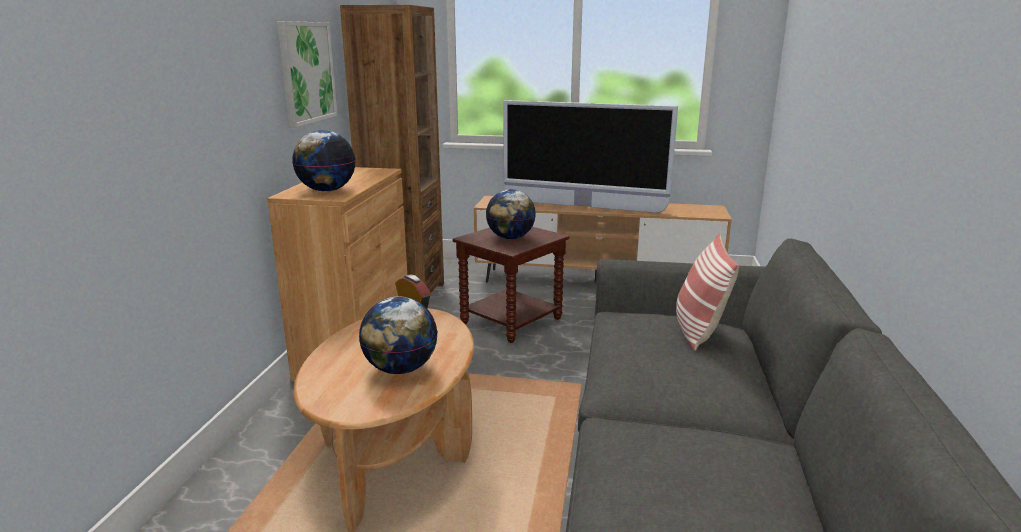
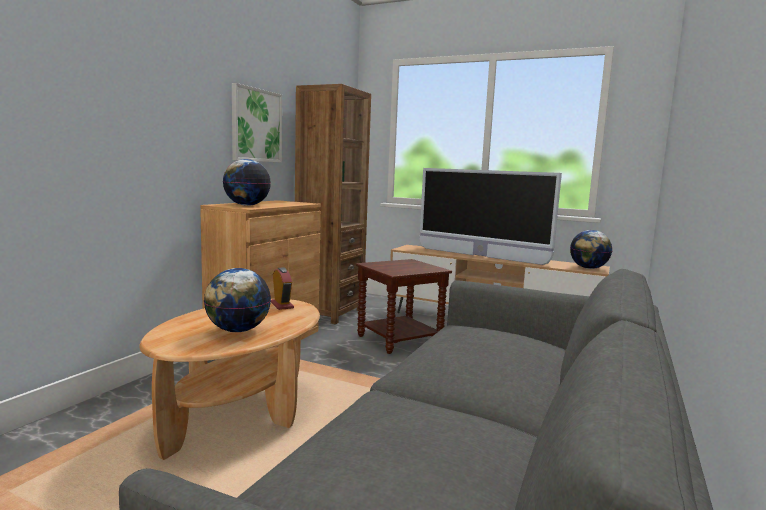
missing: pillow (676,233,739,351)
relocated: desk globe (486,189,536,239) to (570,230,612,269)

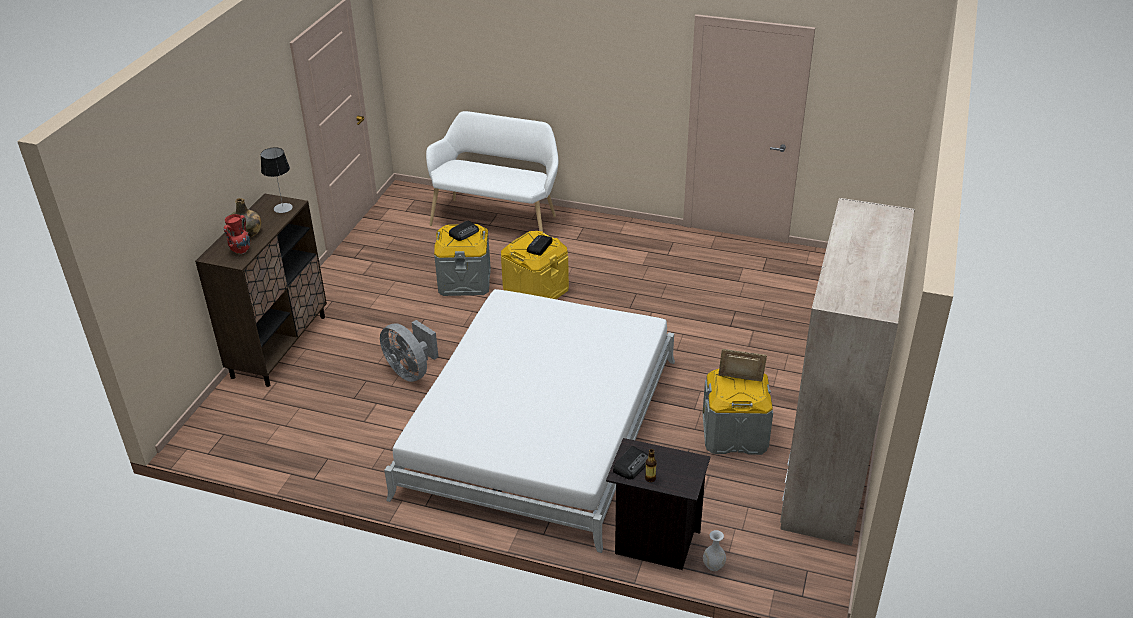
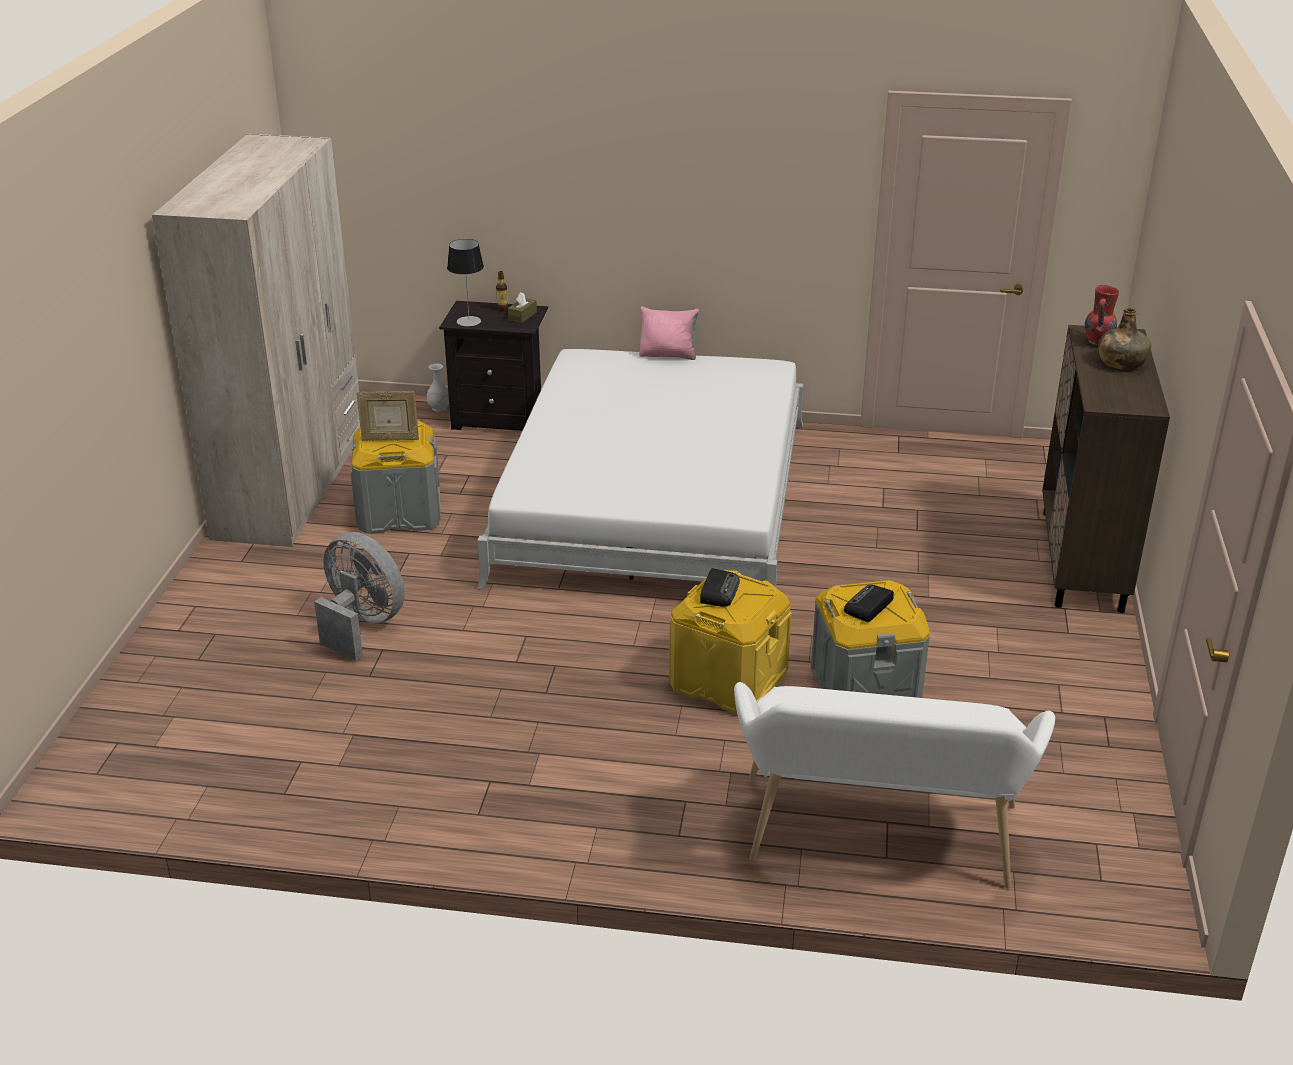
appeared: pillow (pink) (639,307,699,360)
relocated: table lamp (261,147,293,213) to (447,239,484,326); cooling fan (grey) (380,320,438,382) to (314,532,405,661)
exchanged: radio (613,446,648,480) to tissue box (brown) (508,292,537,323)

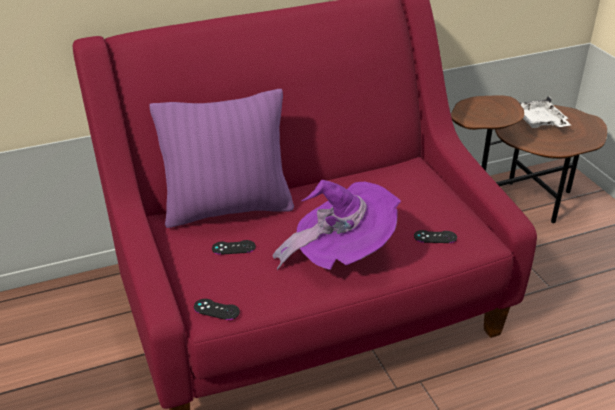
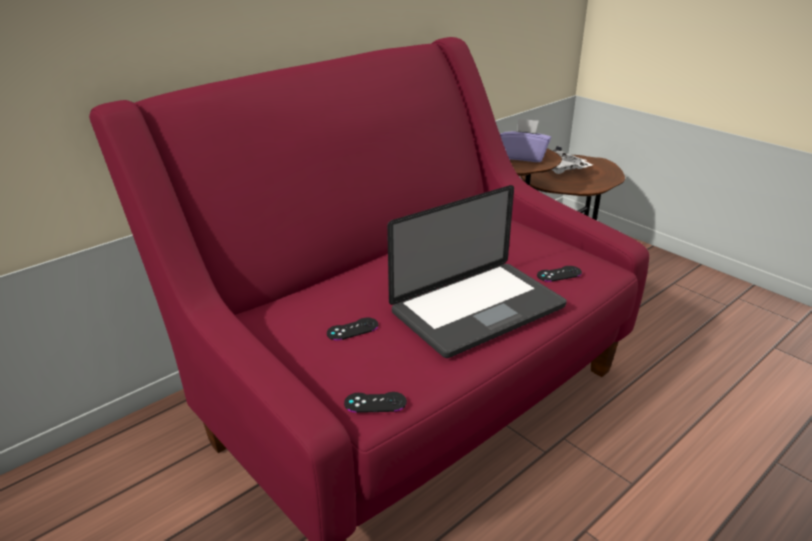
missing: pillow (purplish) (150,89,294,228)
appeared: tissue box (purplish) (500,118,551,162)
exchanged: clothing hat (purplish) (273,180,401,270) to portable computer (387,185,567,358)

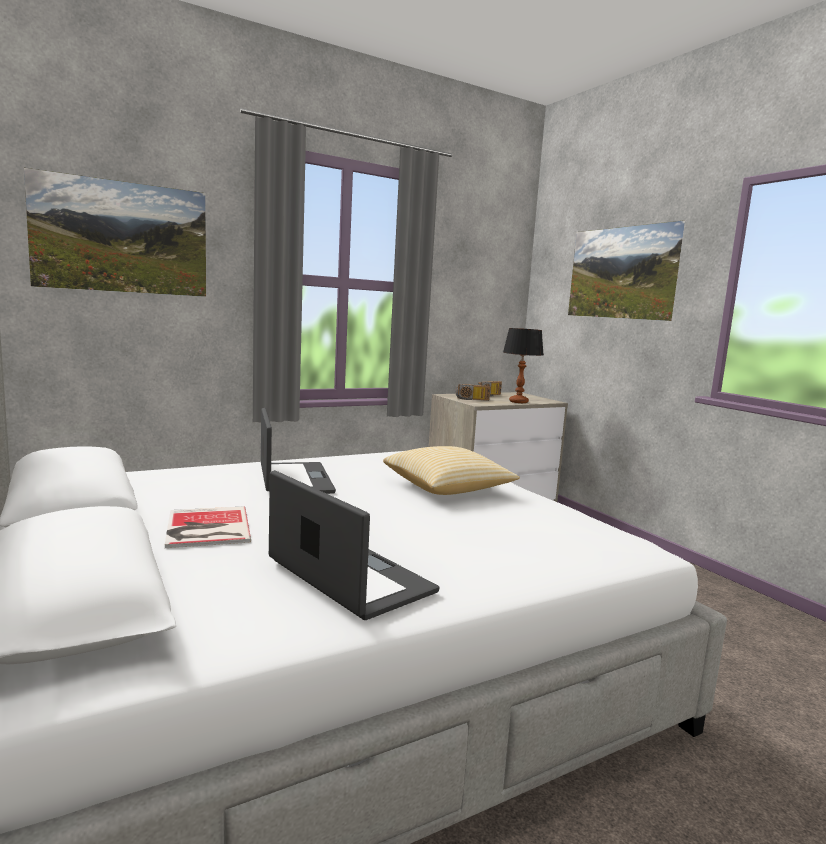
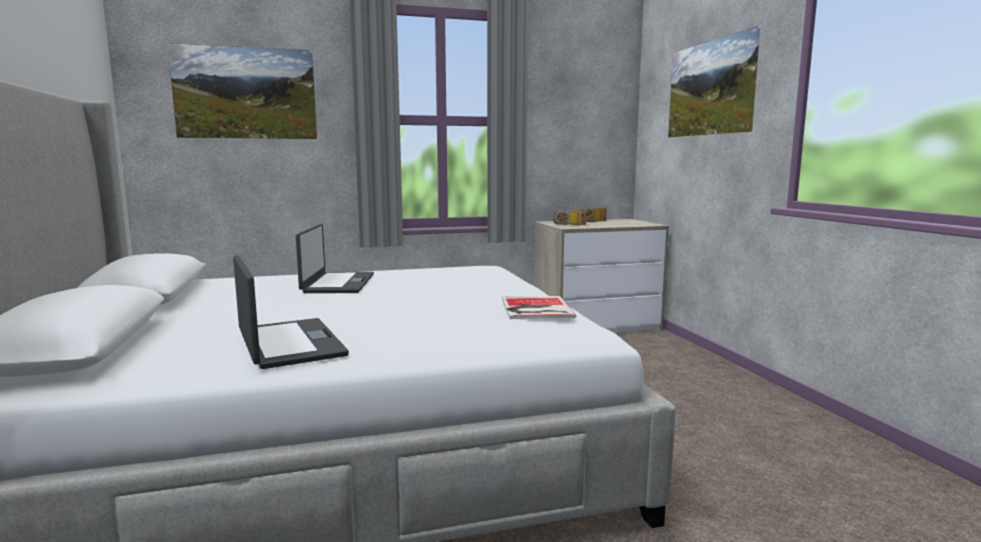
missing: pillow (383,446,520,495); table lamp (503,328,543,403)
relocated: volume (165,506,251,548) to (502,296,576,319)

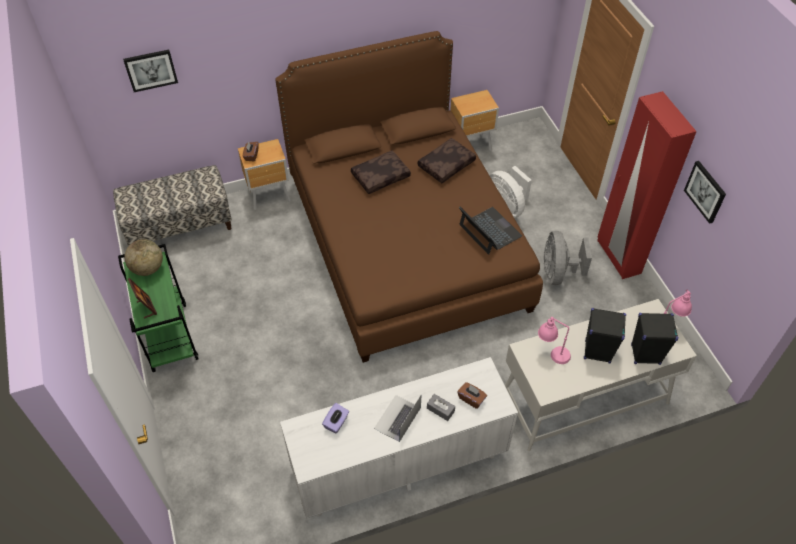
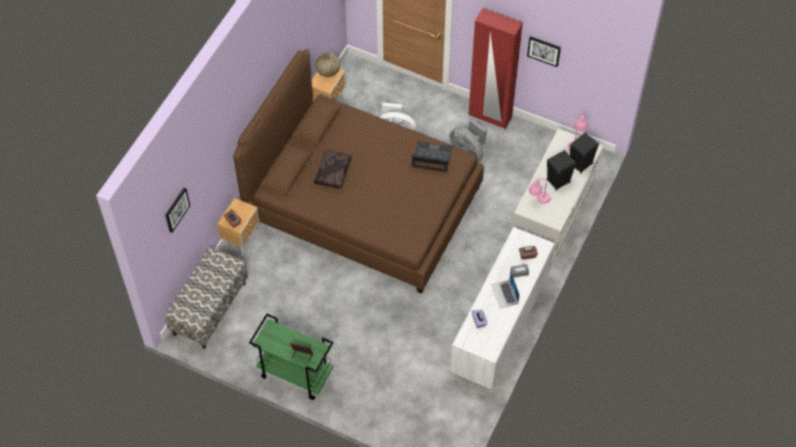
missing: pillow (brown) (418,138,476,183)
relocated: desk globe (124,239,163,276) to (315,52,340,77)

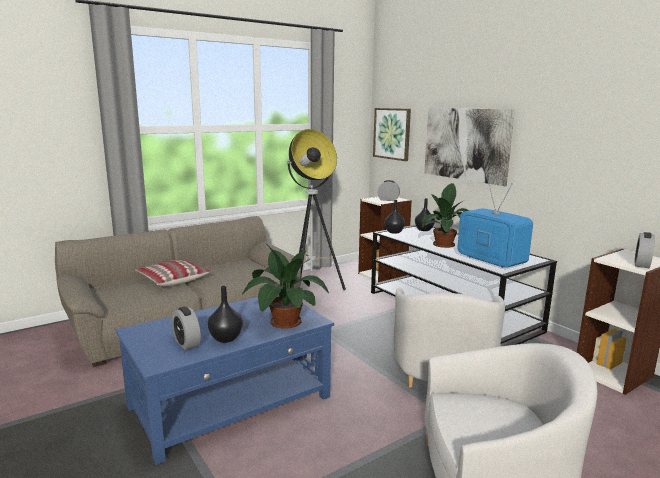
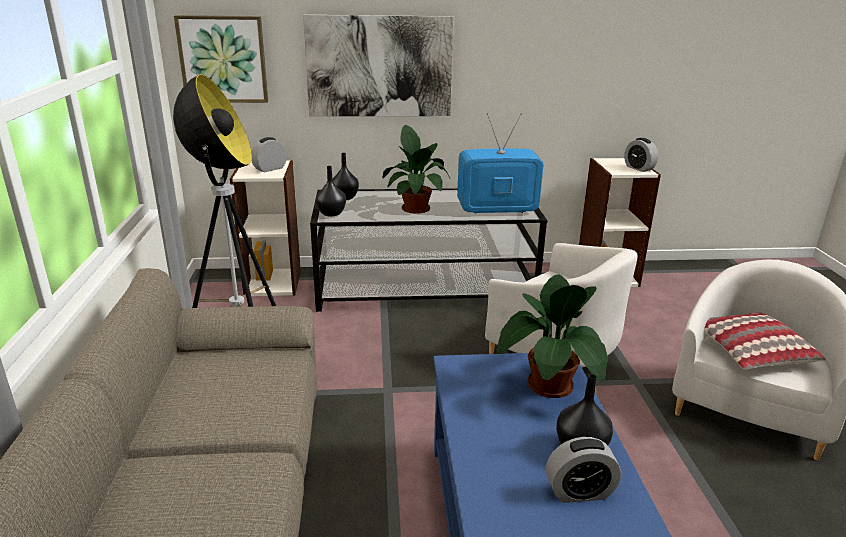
relocated: pillow (136,259,210,286) to (704,312,826,370)

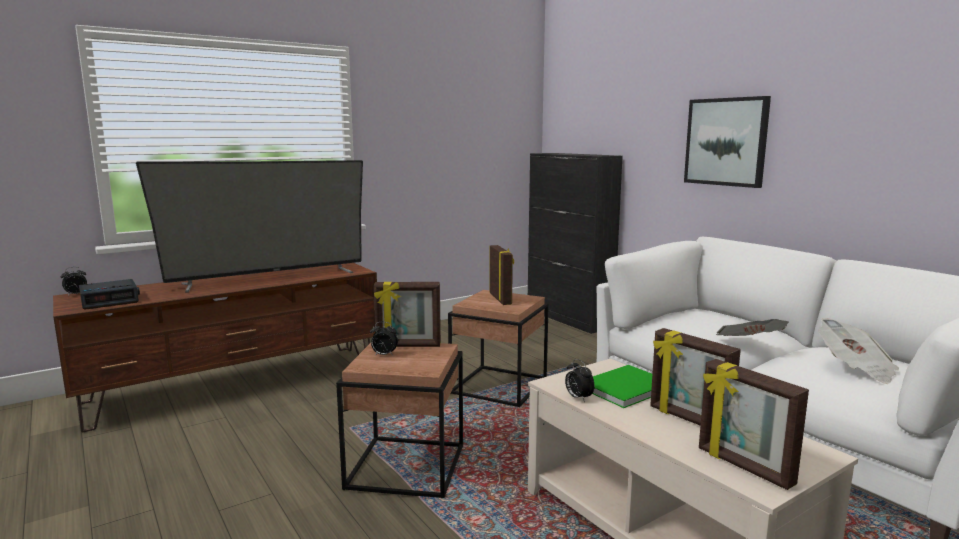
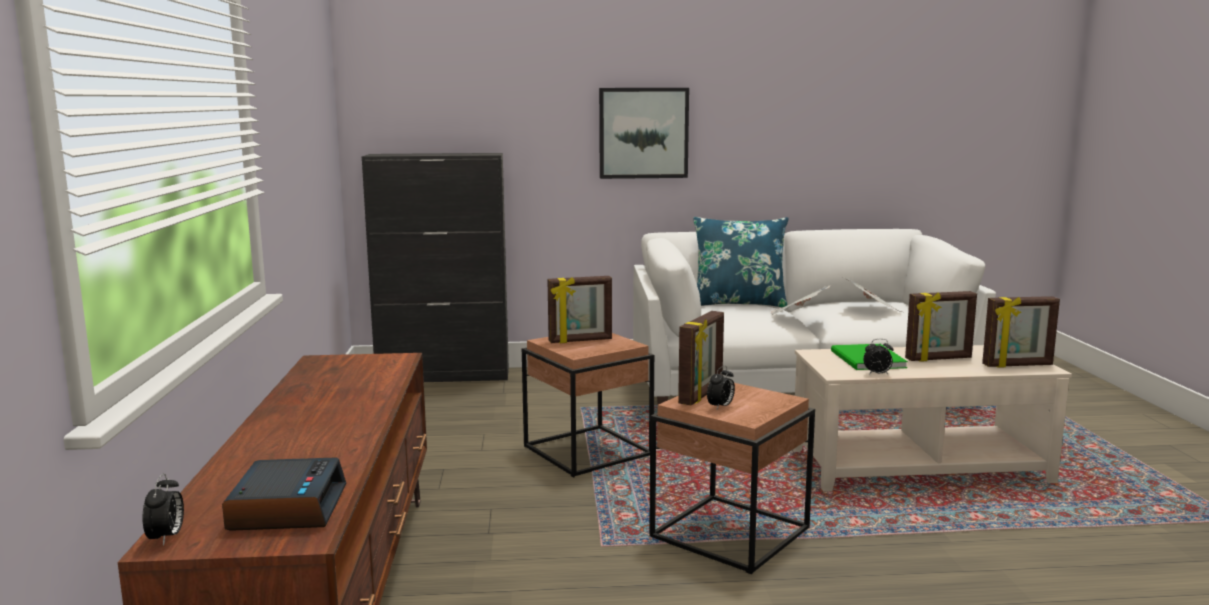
missing: TV set (136,160,363,293)
appeared: pillow (bluish) (693,217,789,308)
spun: photo frame (489,245,514,305) = (547,276,612,343) 150 degrees clockwise

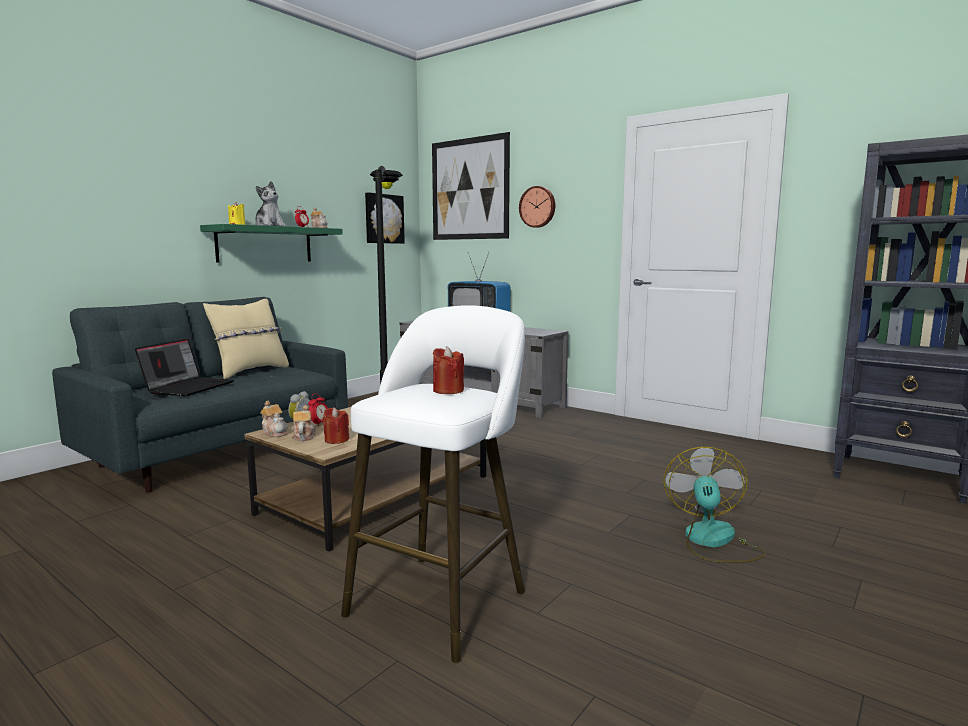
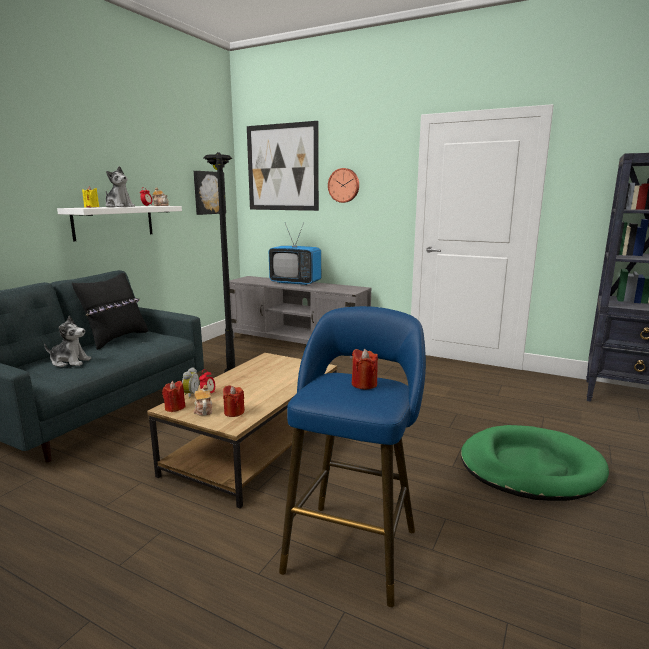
exchanged: portable computer (135,339,234,396) to soft toy (44,316,91,367); tea pot (260,401,288,437) to wax light (red-coloured) (162,381,186,412); cooling fan (664,447,767,563) to dog cushion (green-coloured) (461,425,609,501)
colour: shelf (green-coloured) (200,224,343,263) to shelf (whitish) (57,206,182,241); pillow (beige) (203,299,289,379) to pillow (blackish) (72,273,148,350); stool (whitish) (341,305,525,663) to stool (bluish) (279,306,426,607)

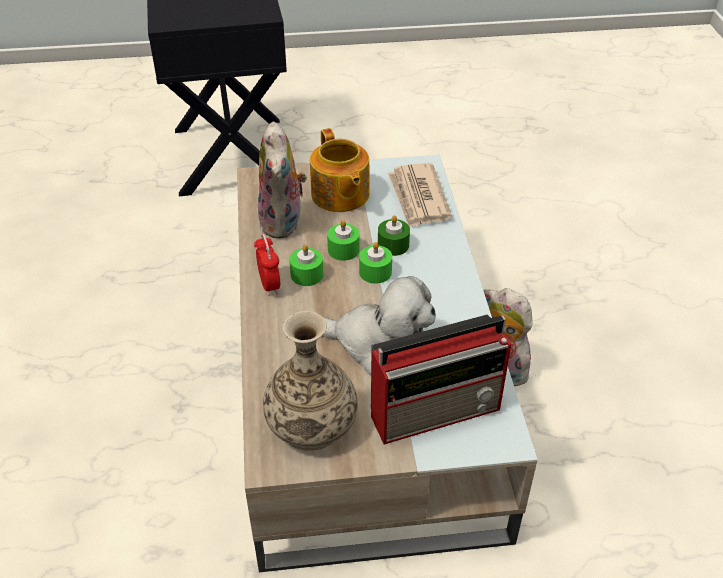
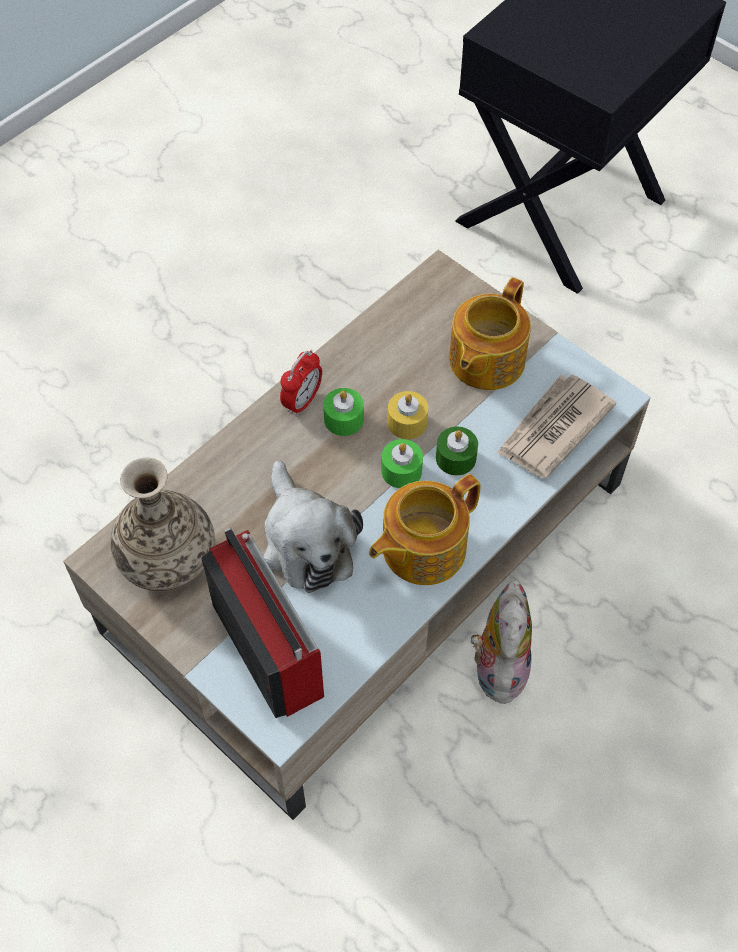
missing: soft toy (258,121,307,238)
appeared: tea pot (369,474,481,585)
colour: wax light (green-coloured) (327,220,360,261) to wax light (yellowish) (388,391,428,439)
spun: radio (371,314,511,444) = (201,528,324,718) 150 degrees counterclockwise

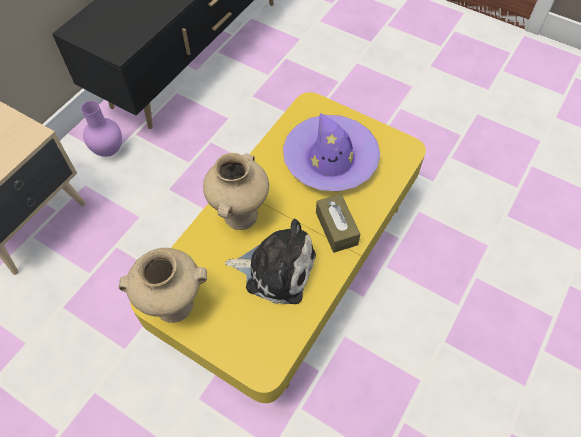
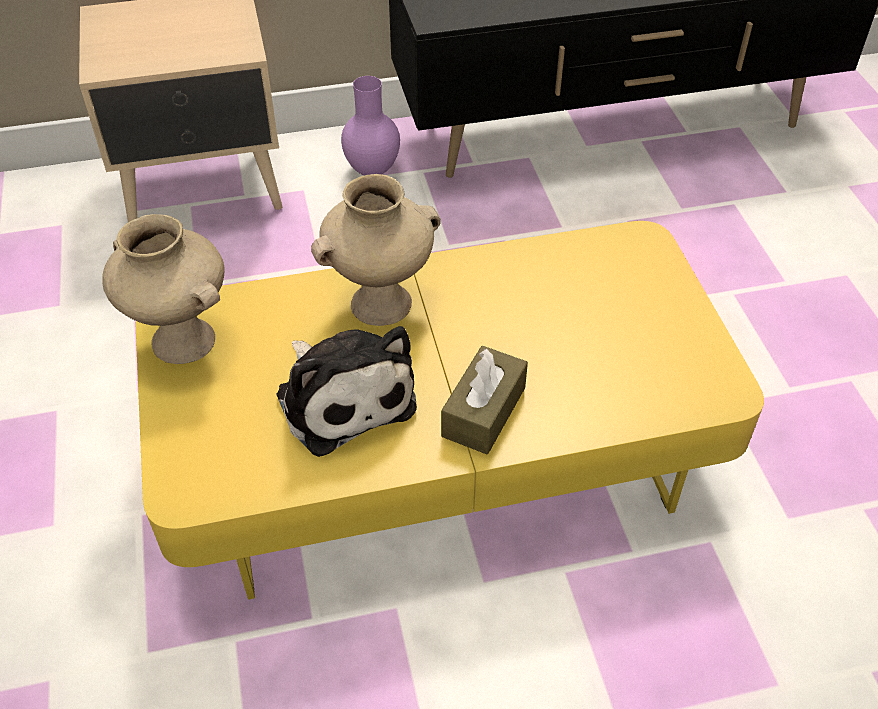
missing: clothing hat (purplish) (283,113,380,191)

